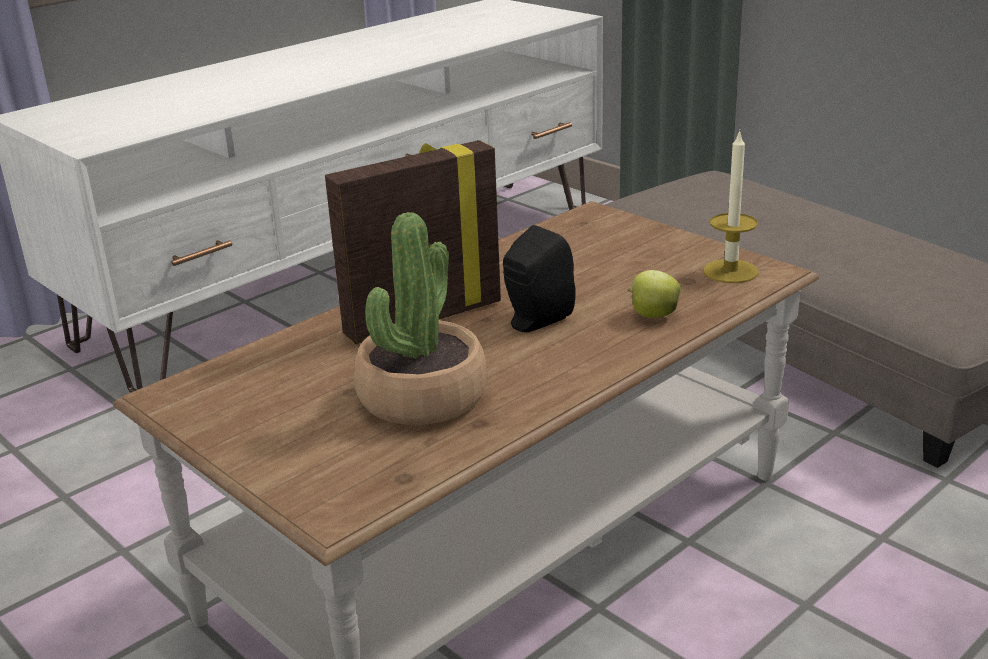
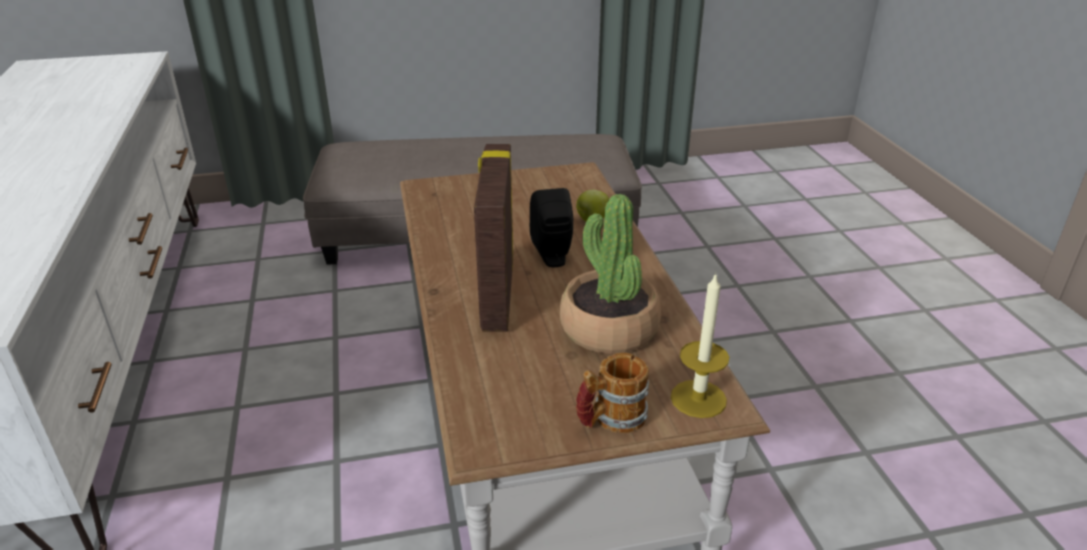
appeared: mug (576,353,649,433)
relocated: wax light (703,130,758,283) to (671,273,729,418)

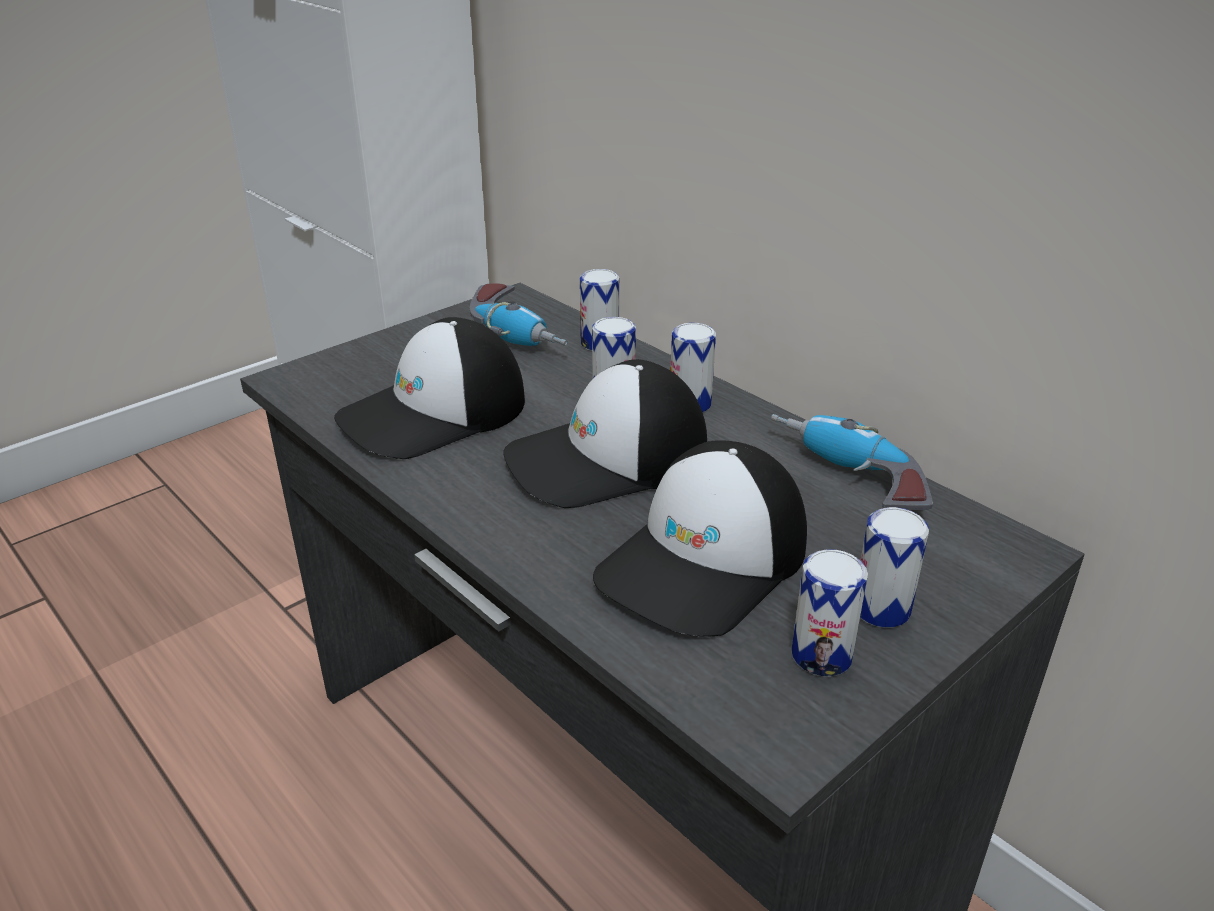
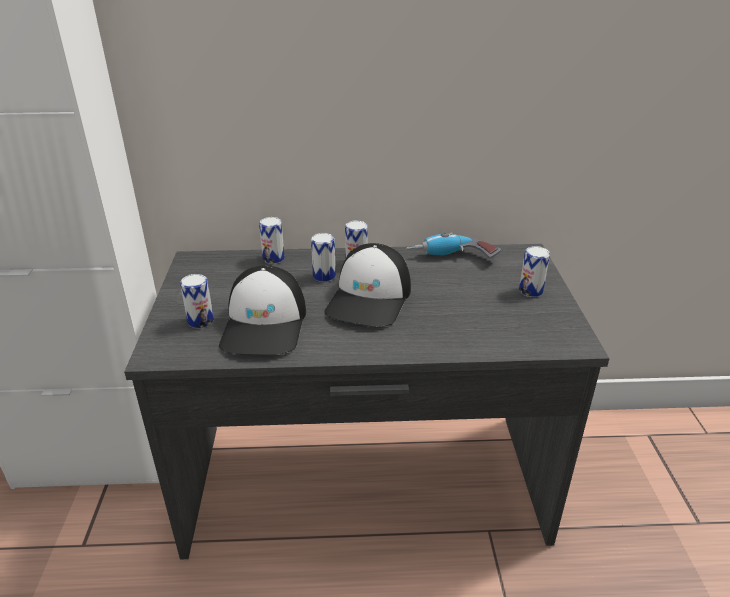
missing: power drill (470,283,568,346); cap (593,440,807,637)
relocated: metal can (791,549,868,676) to (180,274,214,328)

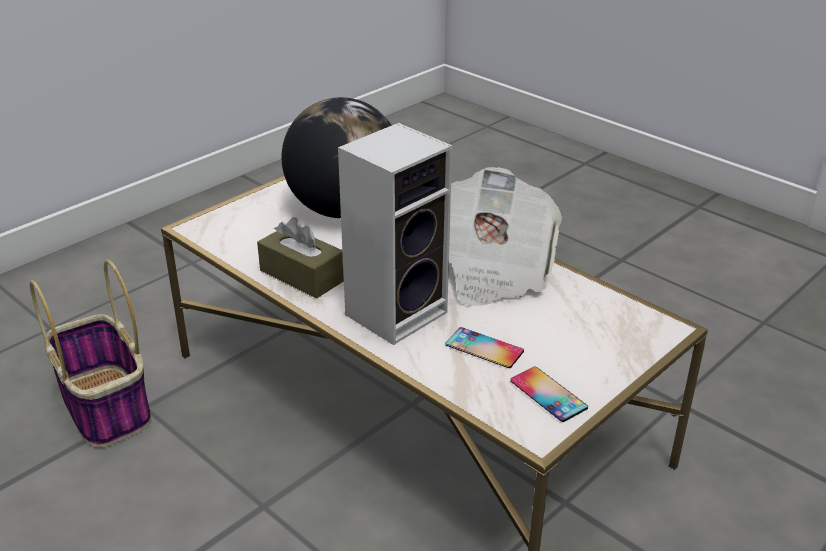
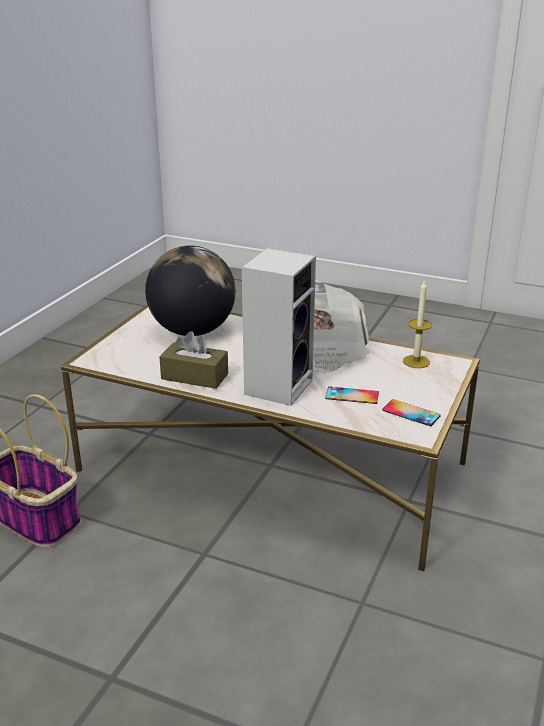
appeared: wax light (403,280,432,368)

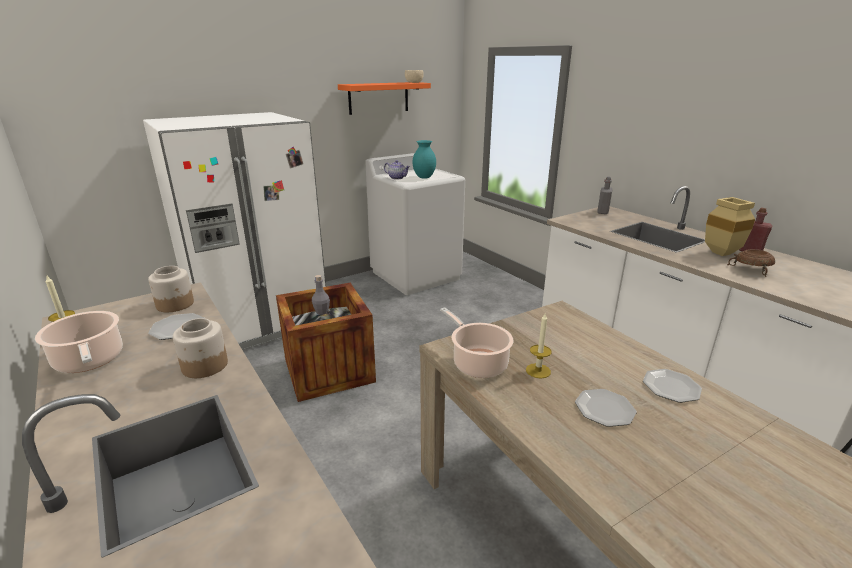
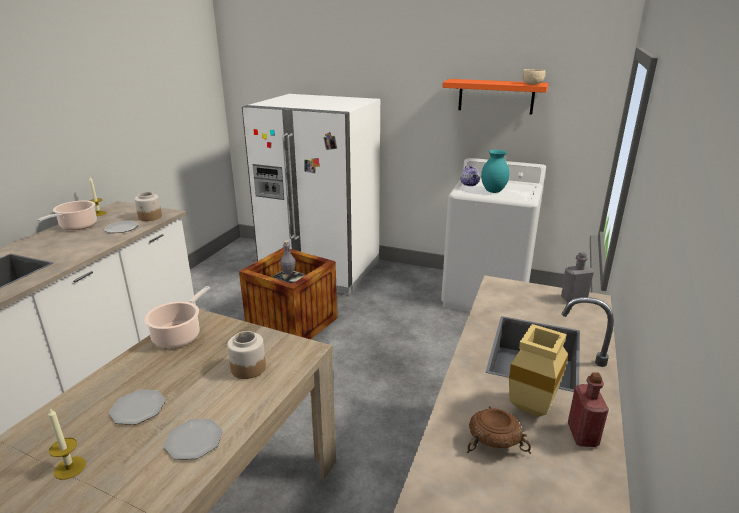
relocated: storage jar (173,318,228,378) to (227,331,266,379); wax light (526,314,552,378) to (48,408,86,480)

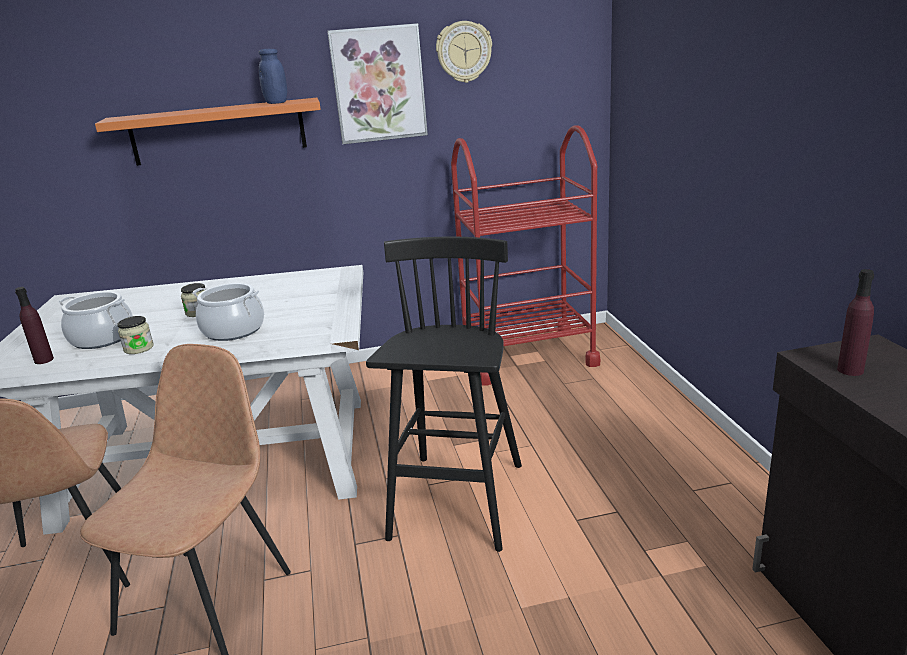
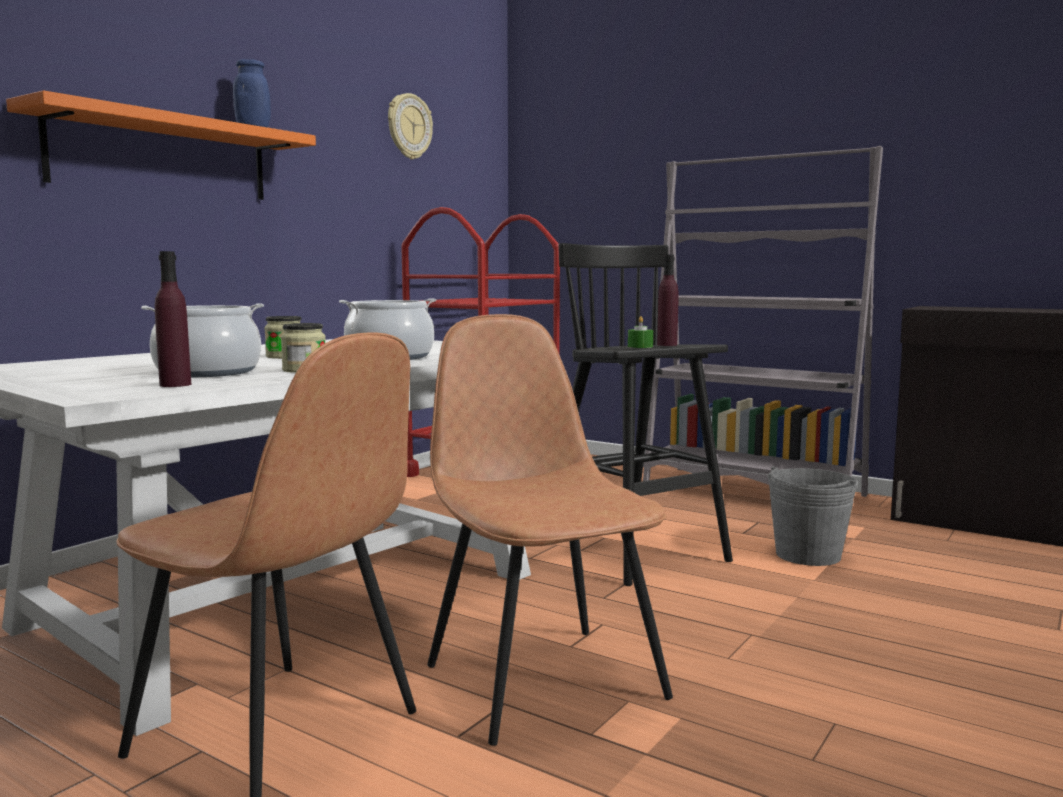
missing: picture (327,23,428,144)
appeared: wax light (green-coloured) (628,316,653,348); shelving unit (grey) (643,146,883,497); pail (grey) (768,466,858,566)
relocated: bottle (purplish) (837,269,874,376) to (657,255,678,346)

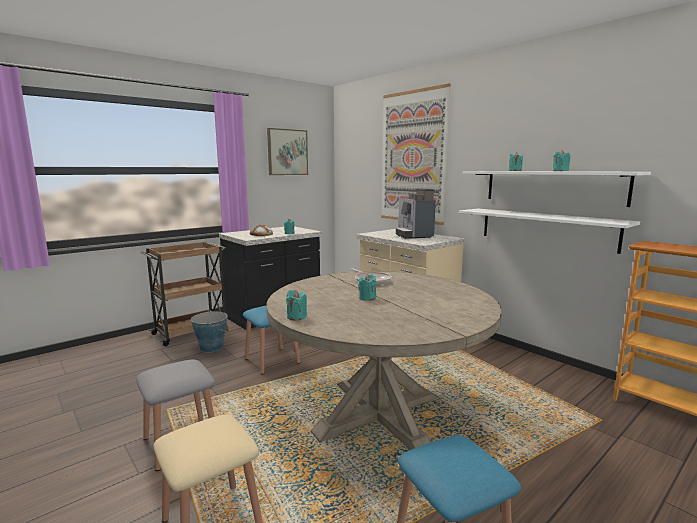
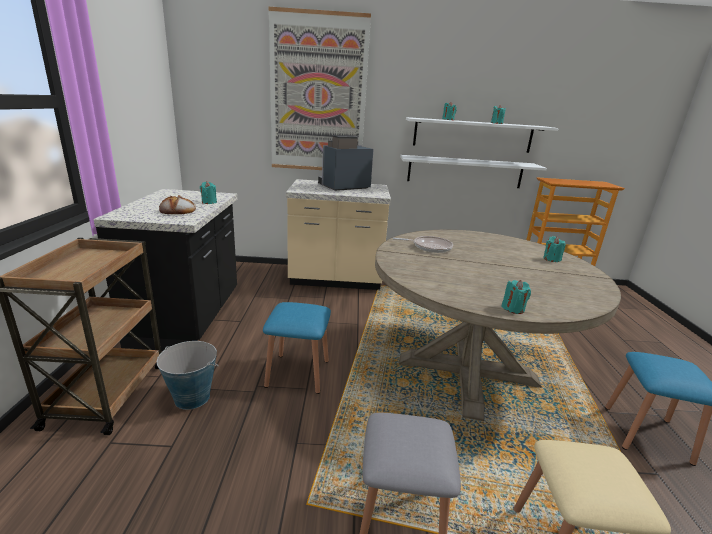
missing: picture (267,128,308,175)
relocated: wax light (turquoise) (358,274,376,301) to (543,236,566,262)
spun: coffee machine (396,189,436,239) = (318,135,374,191) 120 degrees clockwise

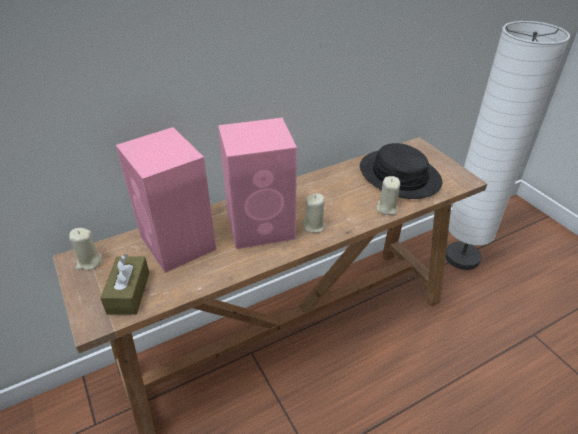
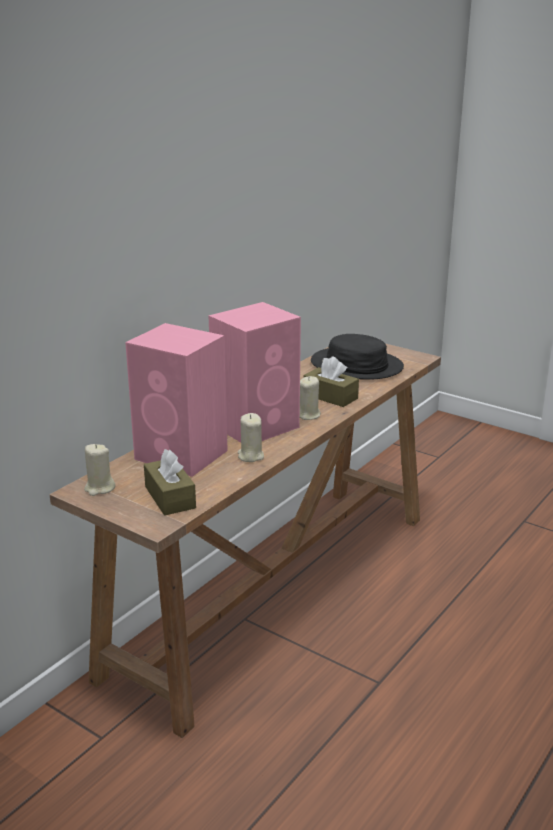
missing: standing lamp (whitish) (445,21,570,270)
appeared: tissue box (brown) (303,356,359,407)
relocated: wax light (beige) (376,176,400,215) to (238,413,264,462)

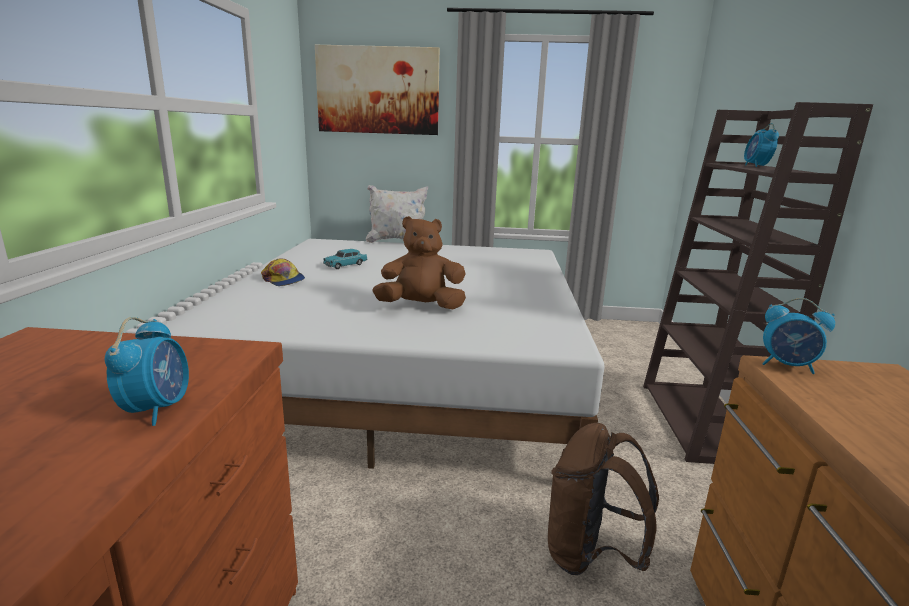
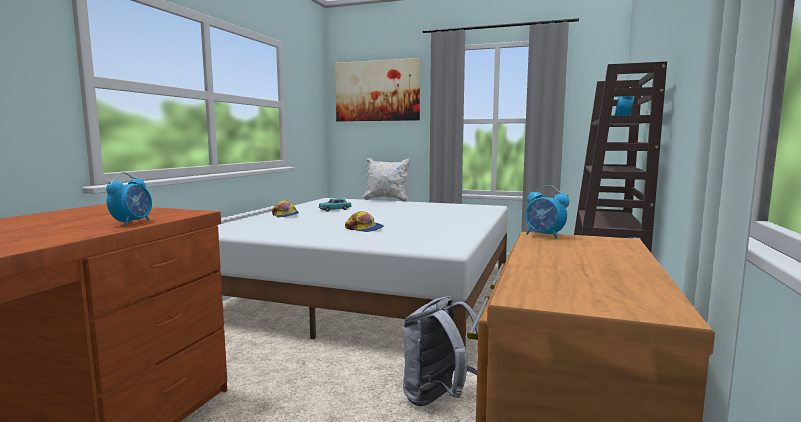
exchanged: soft toy (brown) (373,216,466,309) to cap (345,211,384,232)
colour: knapsack (brown) (548,423,659,575) to knapsack (grey) (403,296,478,406)

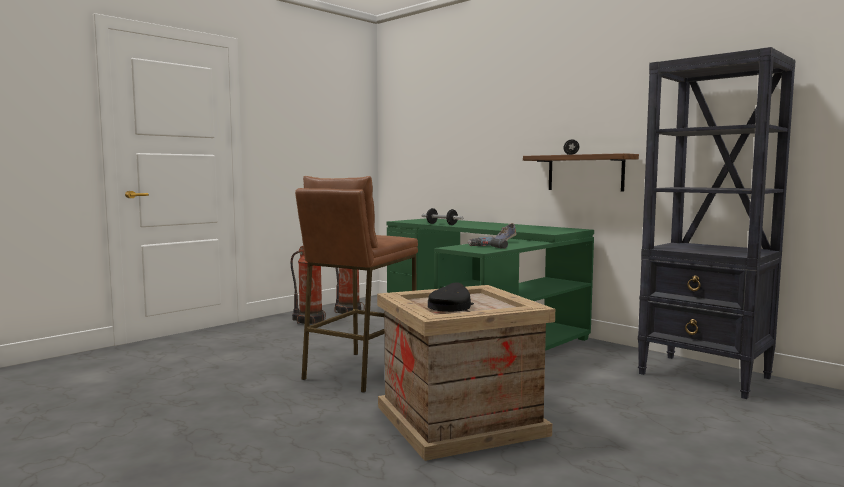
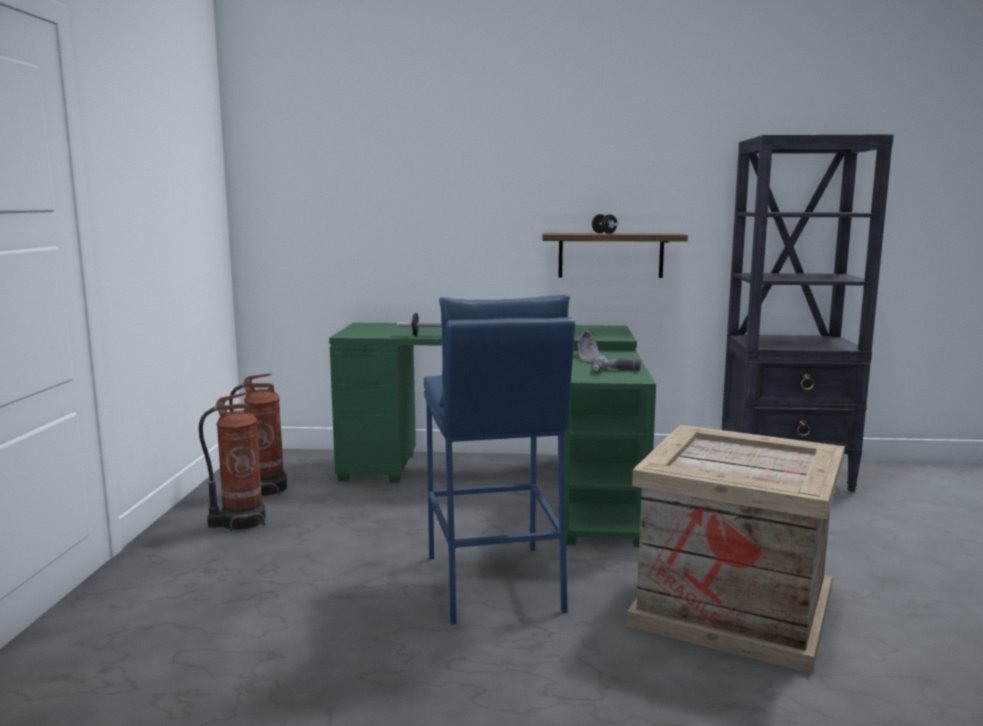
missing: cap (blackish) (428,282,474,312)
colour: stool (brown) (295,176,418,393) to stool (bluish) (424,294,575,624)

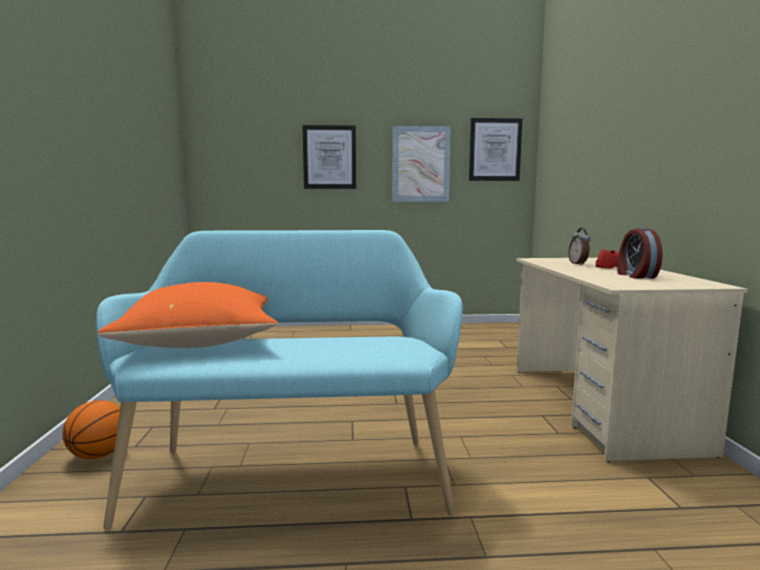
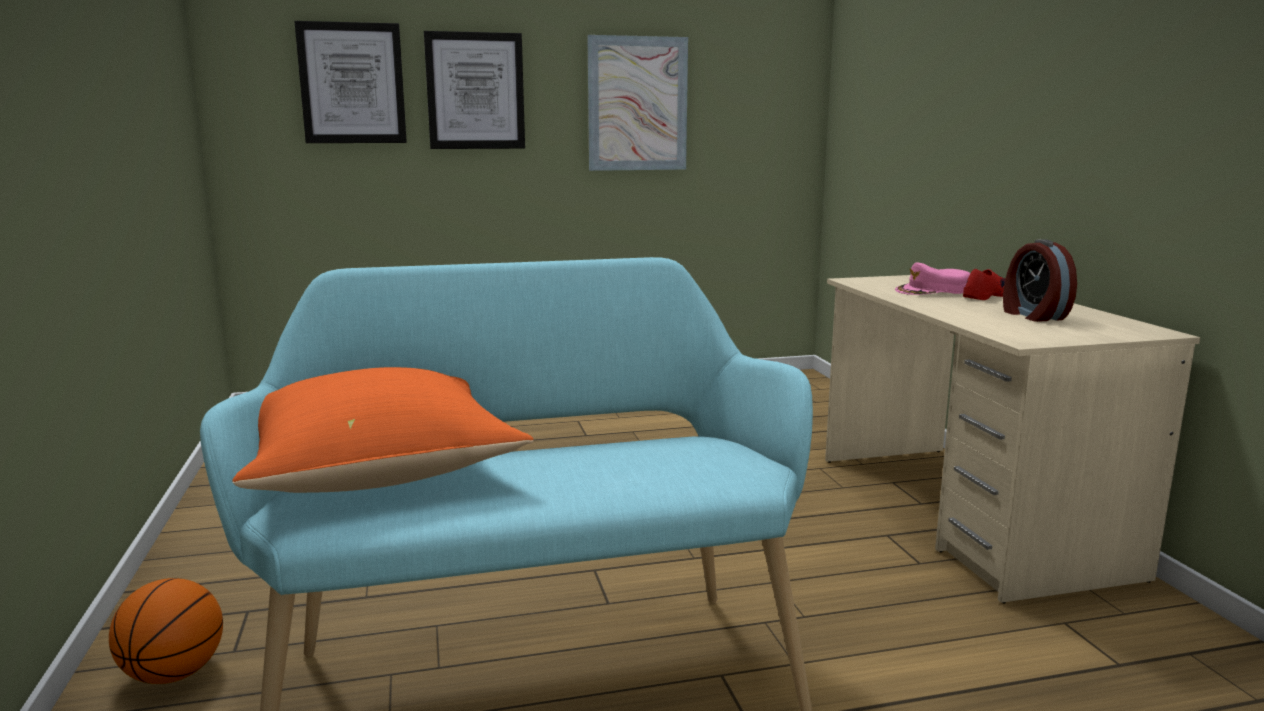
relocated: picture (469,118,522,181) to (294,21,407,143)
exchanged: bedside clock (568,228,591,265) to cap (pink) (895,262,970,295)

